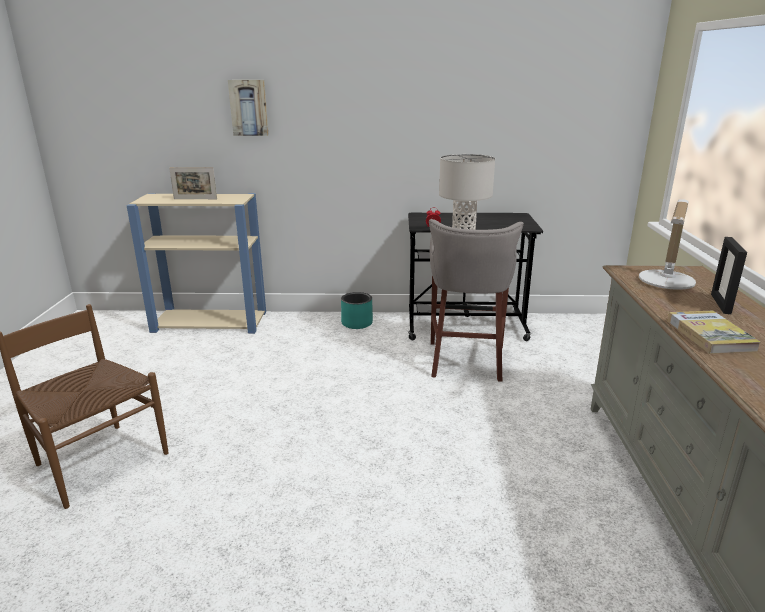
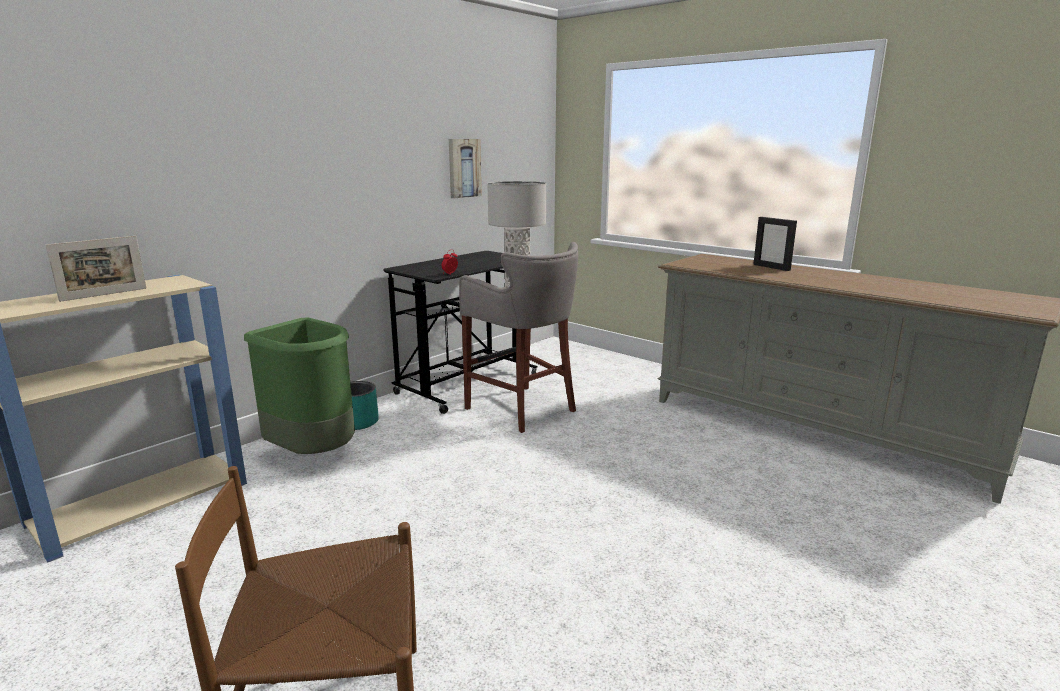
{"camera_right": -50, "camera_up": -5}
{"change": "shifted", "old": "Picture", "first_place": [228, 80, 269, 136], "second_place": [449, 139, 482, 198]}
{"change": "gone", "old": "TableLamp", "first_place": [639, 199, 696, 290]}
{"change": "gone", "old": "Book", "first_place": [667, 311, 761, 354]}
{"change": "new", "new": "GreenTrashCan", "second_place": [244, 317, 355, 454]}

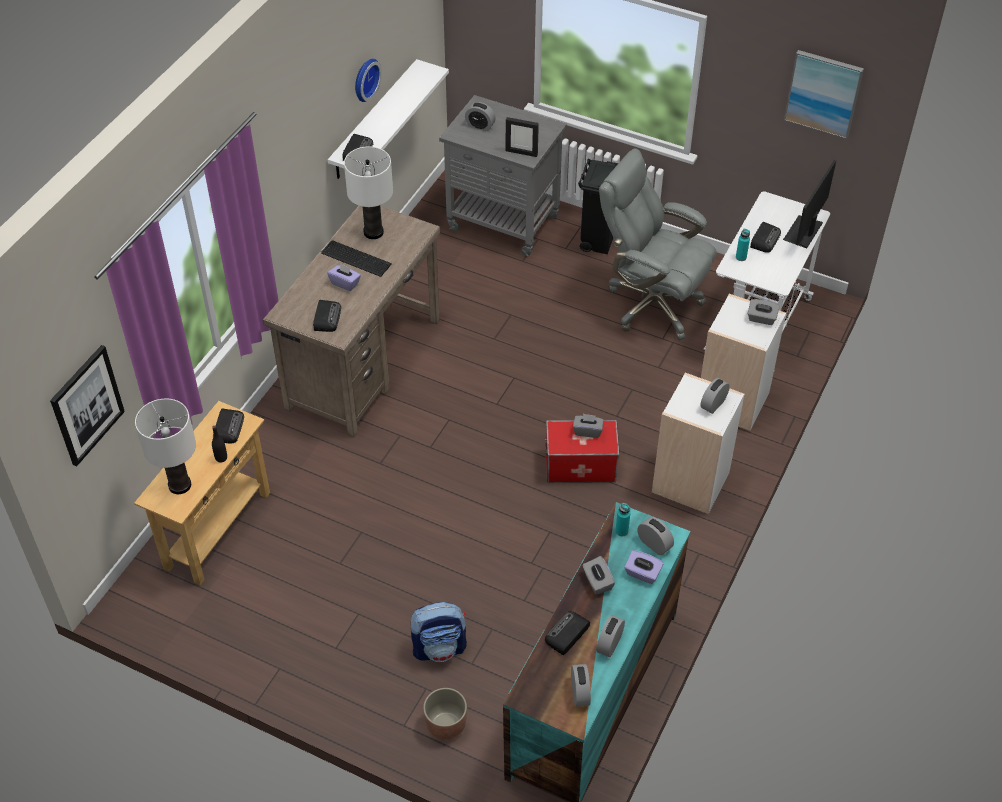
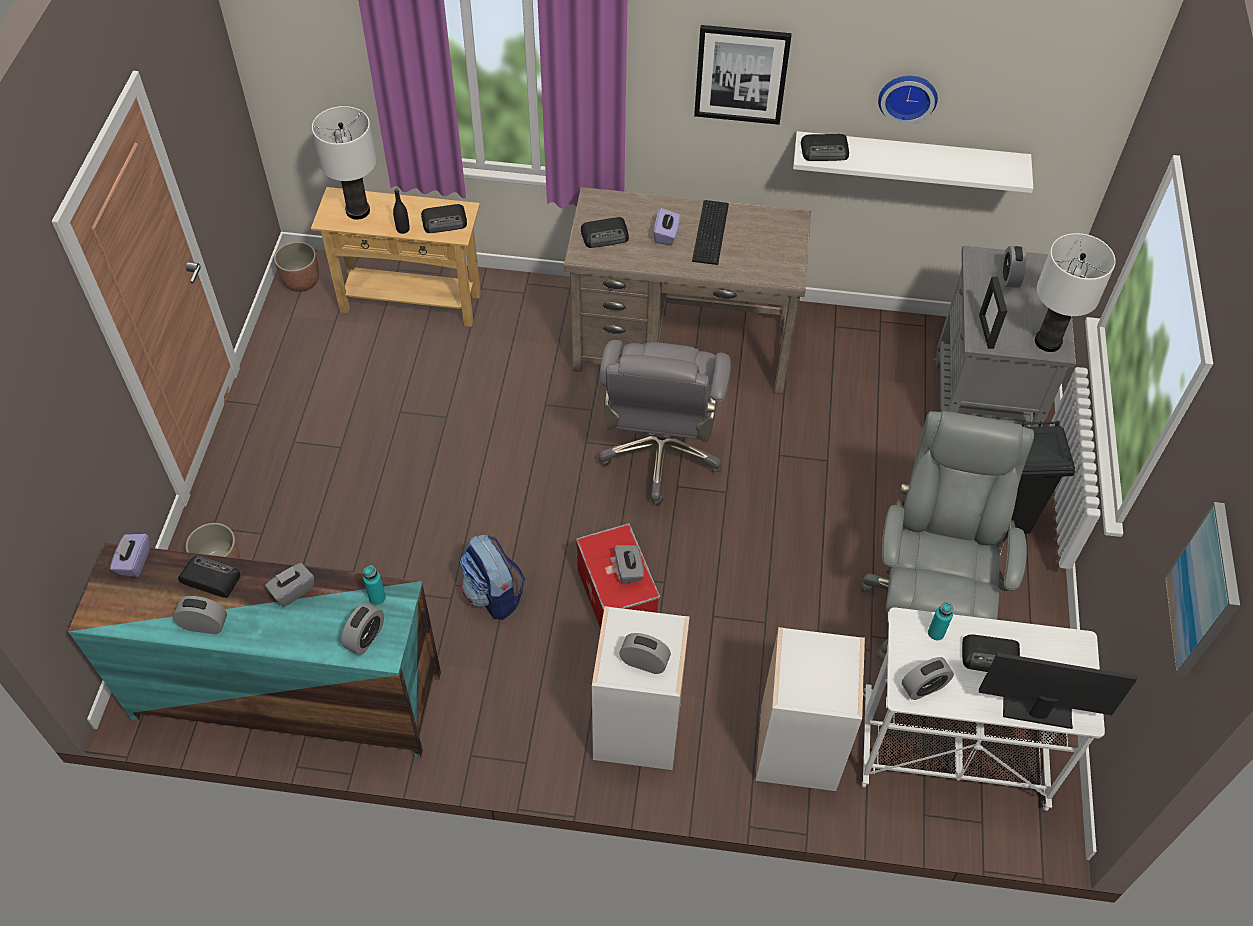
{"camera_right": 70, "camera_up": 5}
{"change": "shifted", "old": "WhiteTableLamp", "first_place": [344, 146, 393, 239], "second_place": [1035, 233, 1116, 352]}
{"change": "gone", "old": "GreyTissueBox", "first_place": [748, 299, 780, 325]}
{"change": "shifted", "old": "Picture", "first_place": [50, 345, 125, 466], "second_place": [694, 25, 792, 125]}
{"change": "shifted", "old": "PurpleTissueBox", "first_place": [624, 550, 664, 584], "second_place": [110, 534, 150, 577]}
{"change": "shifted", "old": "Backpack", "first_place": [411, 602, 467, 662], "second_place": [460, 535, 525, 620]}
{"change": "shifted", "old": "AlarmClock", "first_place": [571, 664, 591, 707], "second_place": [902, 657, 954, 700]}
{"change": "new", "new": "Planter", "second_place": [274, 242, 319, 292]}
{"change": "new", "new": "GreyOfficeChair", "second_place": [599, 340, 731, 506]}

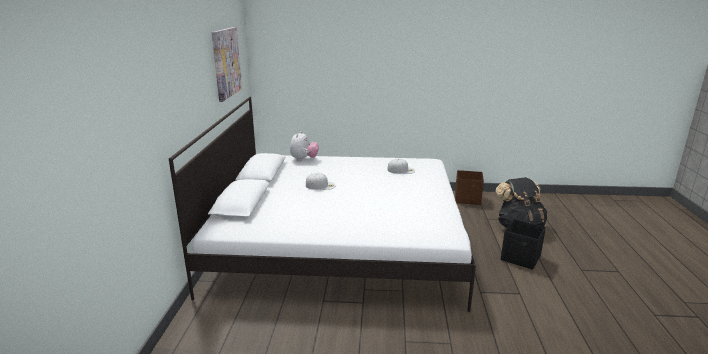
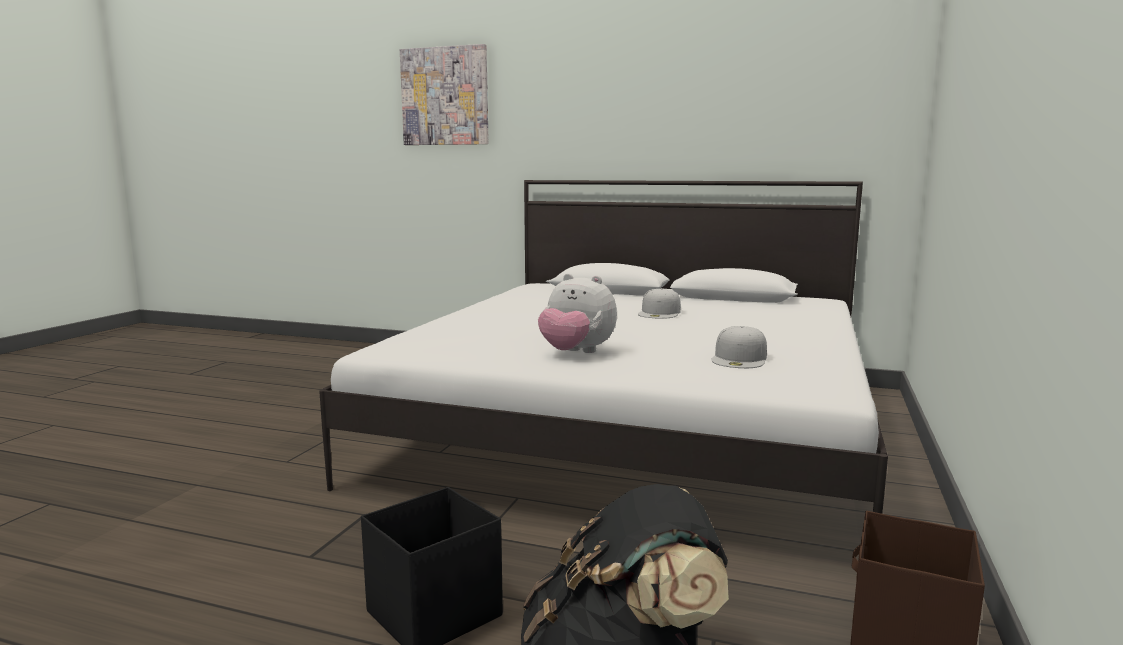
{"camera_right": 105, "camera_up": -10}
{"change": "shifted", "old": "Picture", "first_place": [212, 27, 242, 102], "second_place": [400, 44, 489, 145]}
{"change": "shifted", "old": "PlushToy", "first_place": [290, 131, 319, 161], "second_place": [538, 273, 617, 353]}

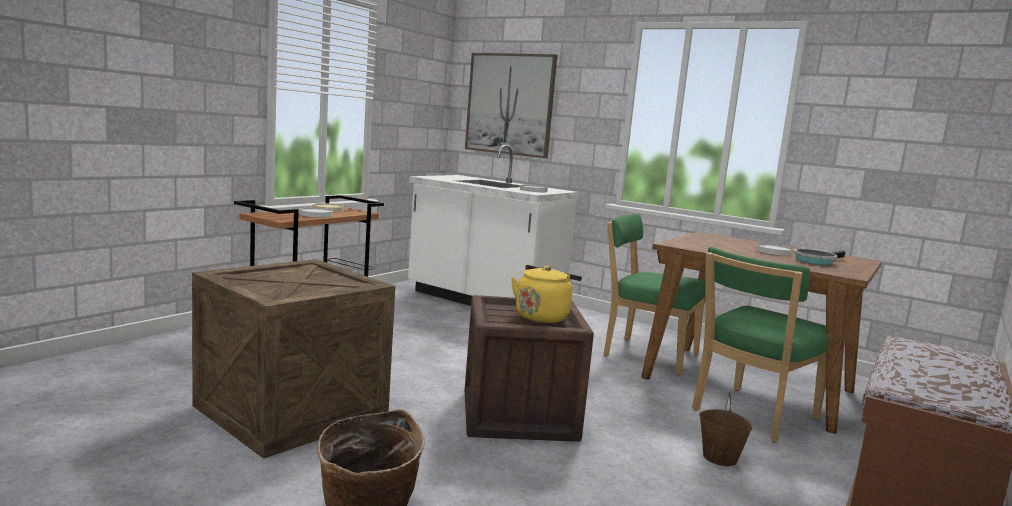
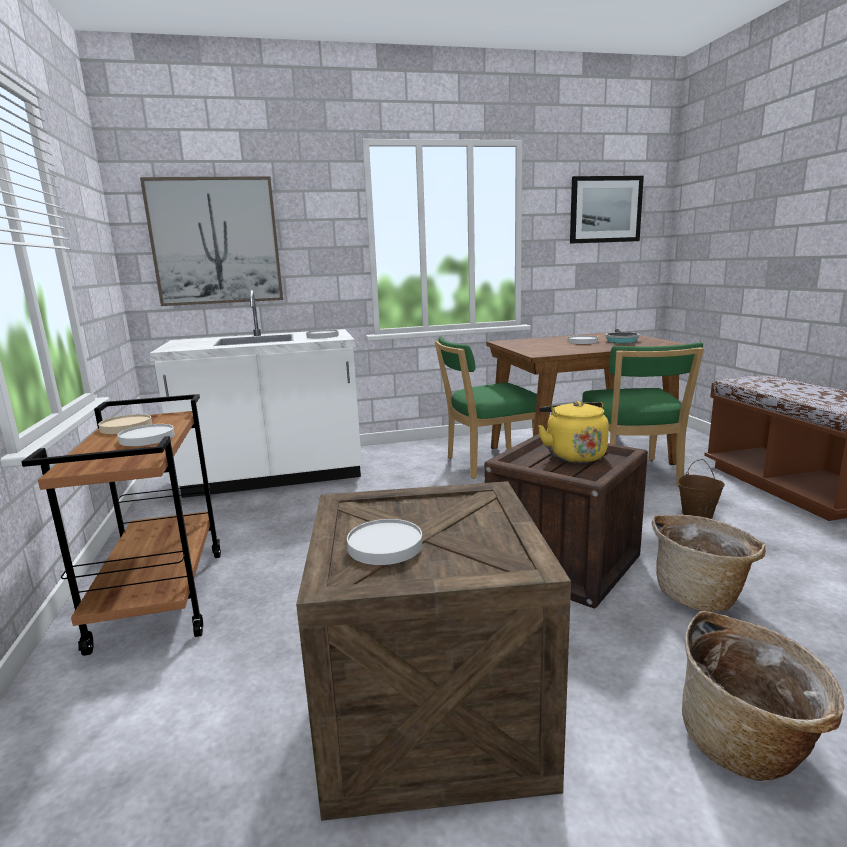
{"camera_right": -45, "camera_up": 5}
{"change": "new", "new": "Picture", "second_place": [570, 176, 644, 244]}
{"change": "new", "new": "Basket", "second_place": [652, 515, 766, 612]}
{"change": "new", "new": "WhitePlate", "second_place": [347, 519, 423, 565]}

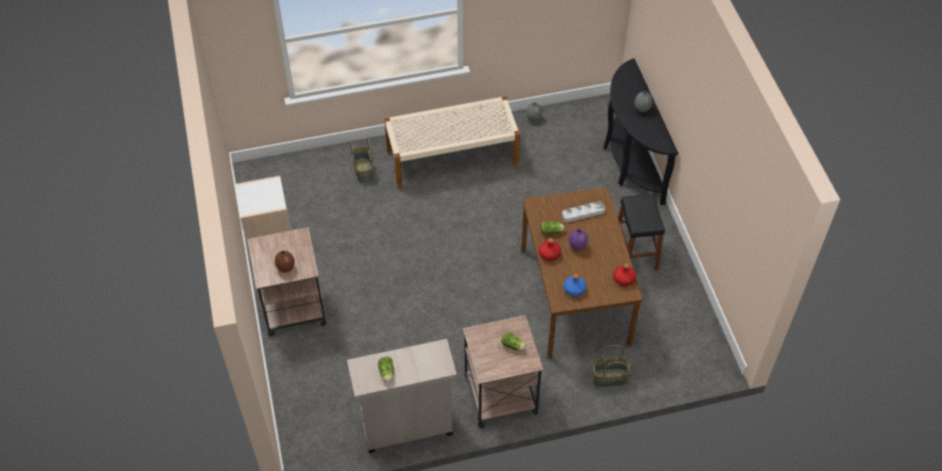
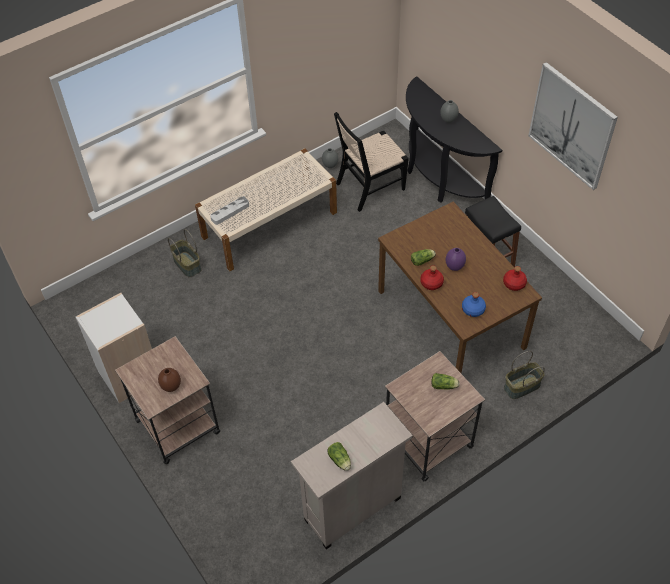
{"camera_right": -20, "camera_up": 0}
{"change": "shifted", "old": "GreyTray", "first_place": [562, 201, 605, 222], "second_place": [210, 196, 249, 225]}
{"change": "new", "new": "Picture", "second_place": [528, 62, 618, 190]}
{"change": "new", "new": "Chair", "second_place": [334, 112, 409, 212]}

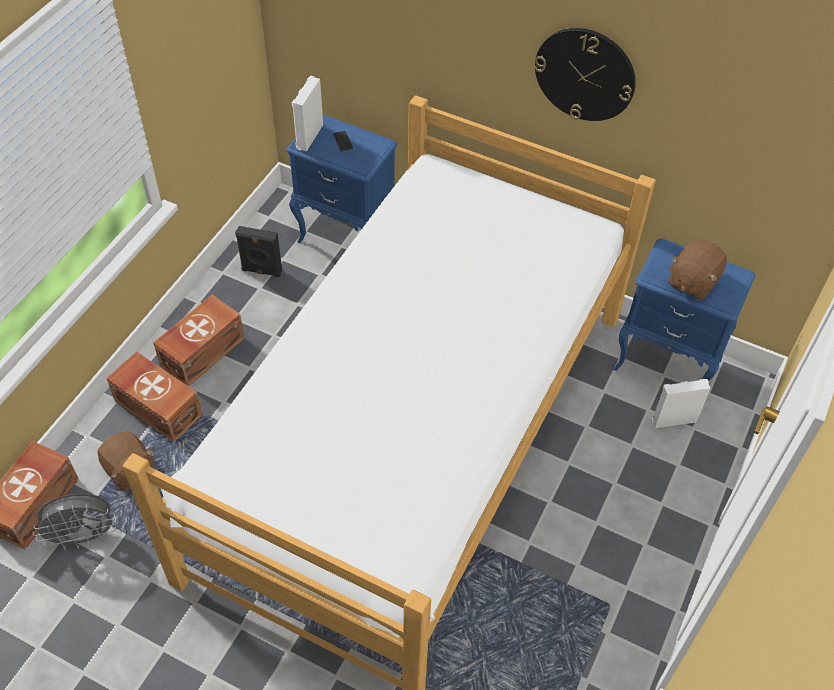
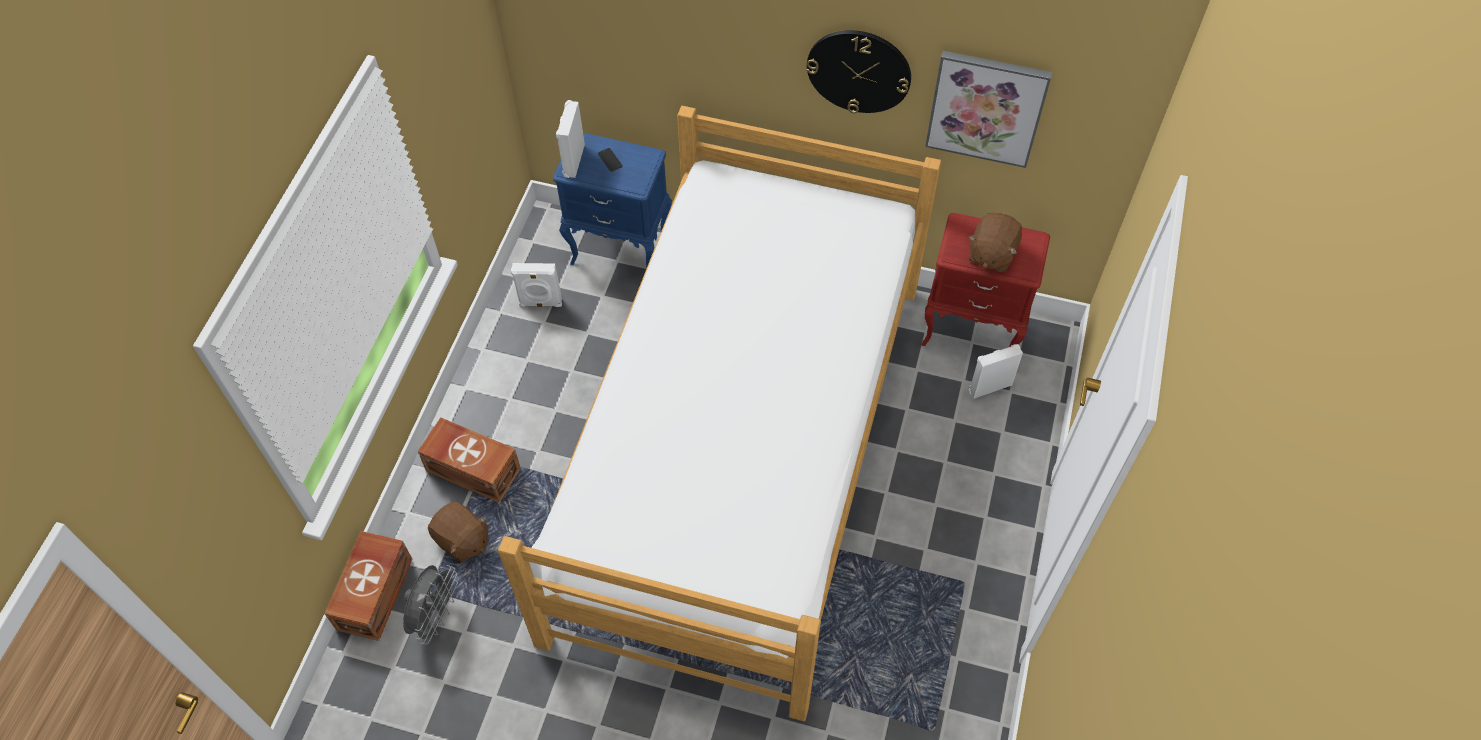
{"camera_right": -10, "camera_up": 5}
{"change": "repainted", "old": "BlackSpeaker", "new": "WhiteSpeaker", "first_place": [235, 226, 282, 277], "second_place": [511, 263, 562, 307]}
{"change": "repainted", "old": "BlueNightstand", "new": "RedNightstand", "first_place": [613, 238, 755, 381], "second_place": [921, 213, 1050, 347]}
{"change": "gone", "old": "BrownStorageBox", "first_place": [153, 295, 245, 386]}
{"change": "rotated", "old": "GreyFan", "first_place": [33, 494, 118, 550], "second_place": [403, 565, 458, 645], "degrees": -45}
{"change": "new", "new": "Picture", "second_place": [925, 51, 1052, 168]}

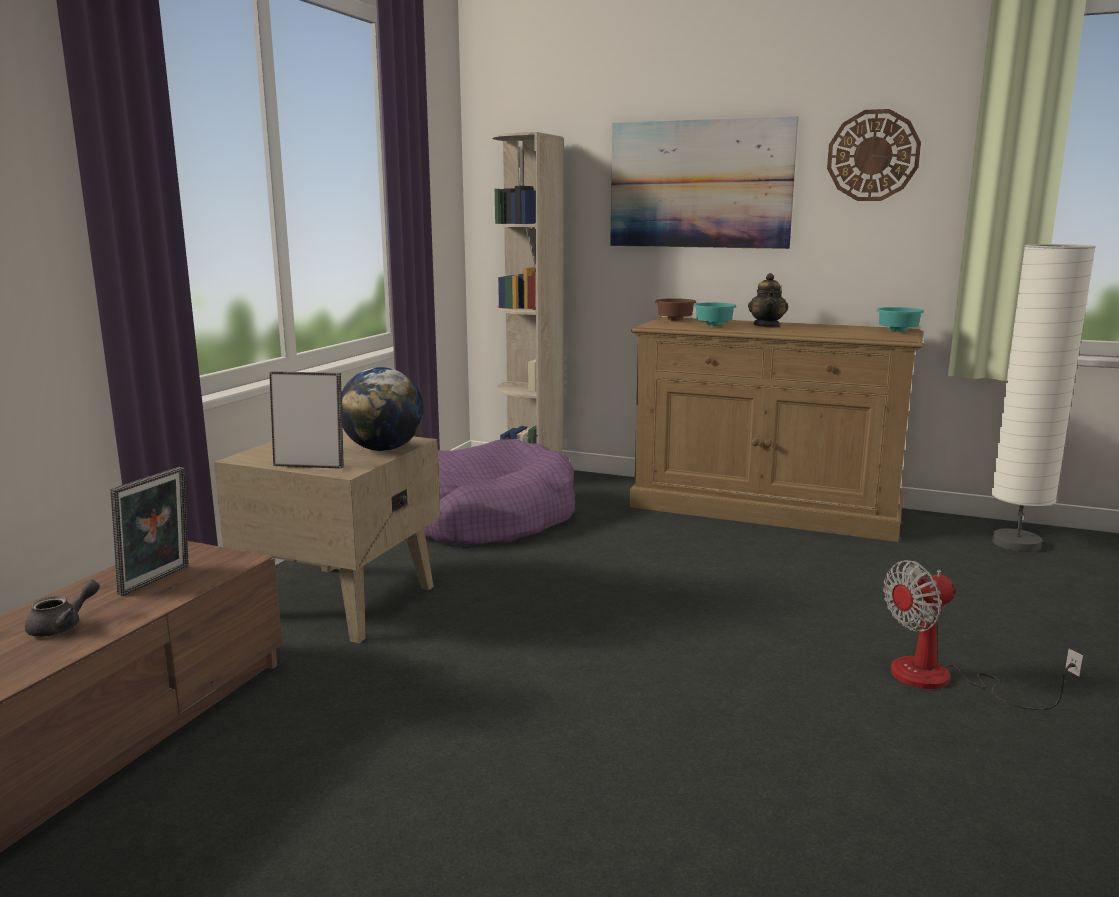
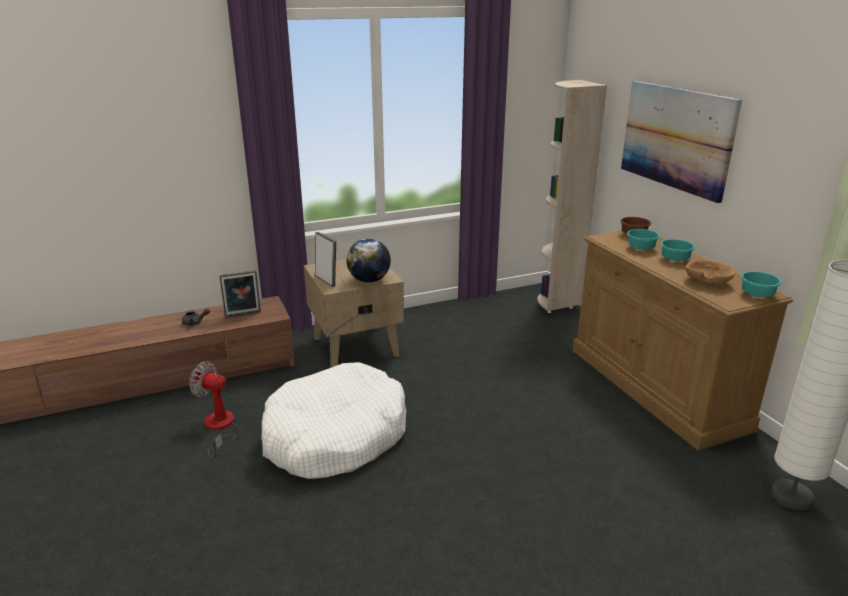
{"camera_right": 45, "camera_up": 10}
{"change": "gone", "old": "WallClock", "first_place": [827, 109, 921, 201]}
{"change": "swapped", "old": "Teapot", "new": "TurquoiseBowl", "first_place": [748, 273, 788, 328], "second_place": [660, 239, 695, 261]}
{"change": "gone", "old": "PurpleDogBed", "first_place": [424, 439, 575, 546]}
{"change": "shifted", "old": "Fan", "first_place": [883, 560, 1083, 710], "second_place": [189, 361, 237, 459]}
{"change": "new", "new": "BrownBowl", "second_place": [685, 259, 736, 285]}
{"change": "new", "new": "WhiteDogBed", "second_place": [262, 362, 406, 479]}

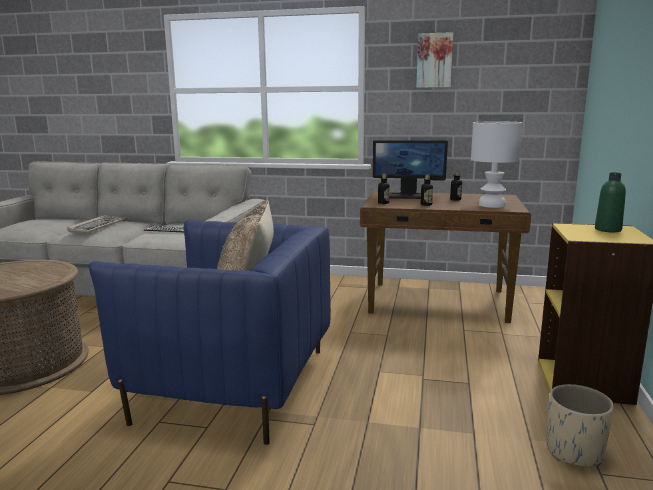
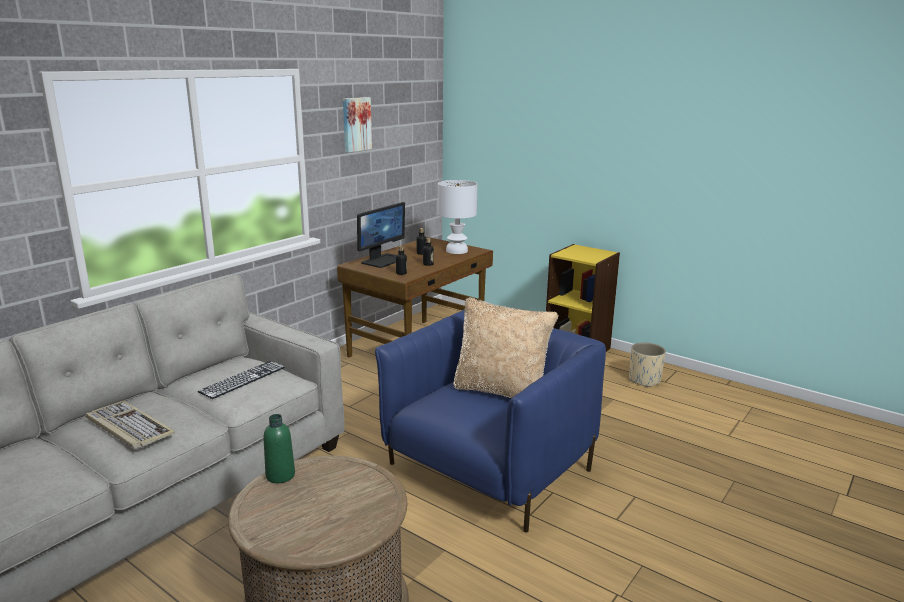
{"camera_right": -65, "camera_up": 5}
{"change": "shifted", "old": "GreenBottle", "first_place": [595, 172, 626, 232], "second_place": [263, 414, 295, 483]}

